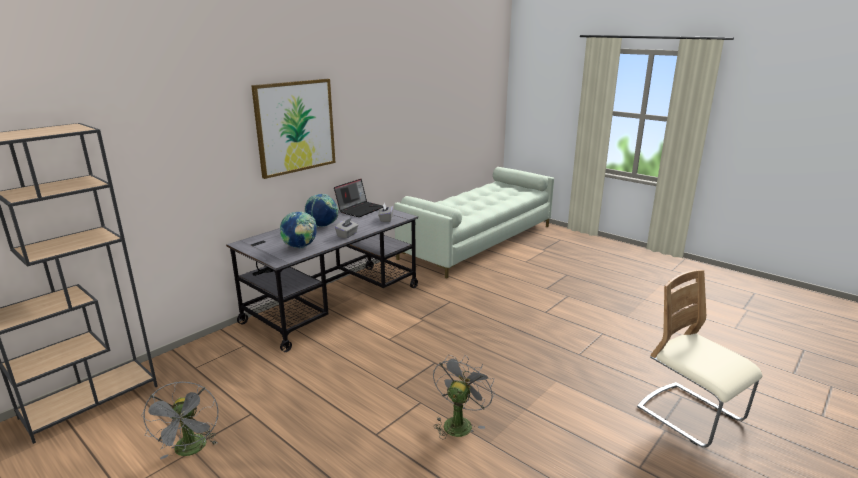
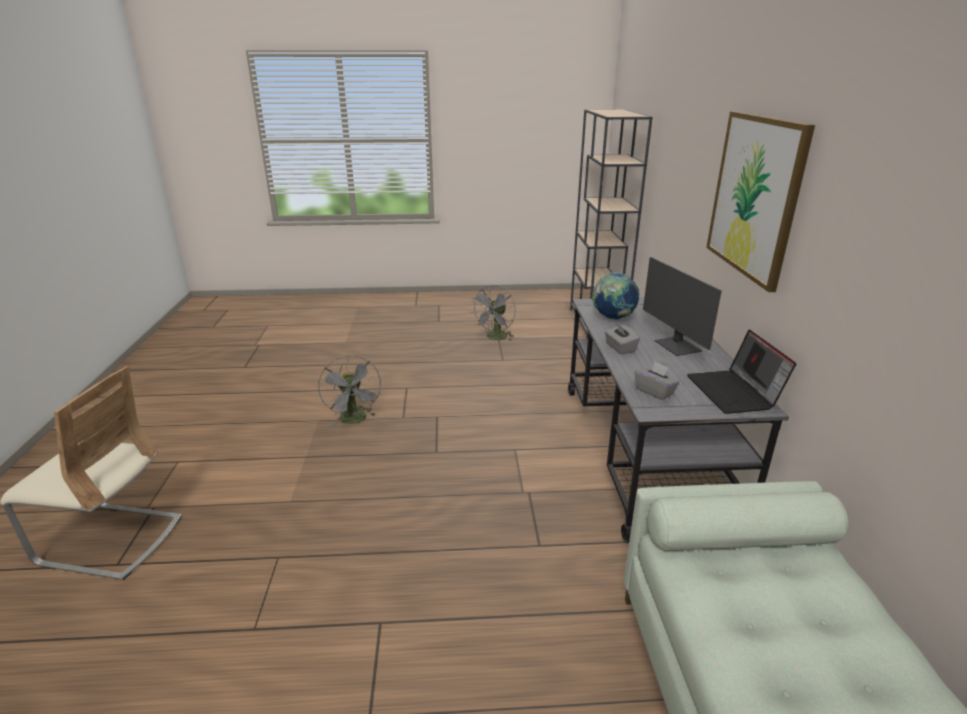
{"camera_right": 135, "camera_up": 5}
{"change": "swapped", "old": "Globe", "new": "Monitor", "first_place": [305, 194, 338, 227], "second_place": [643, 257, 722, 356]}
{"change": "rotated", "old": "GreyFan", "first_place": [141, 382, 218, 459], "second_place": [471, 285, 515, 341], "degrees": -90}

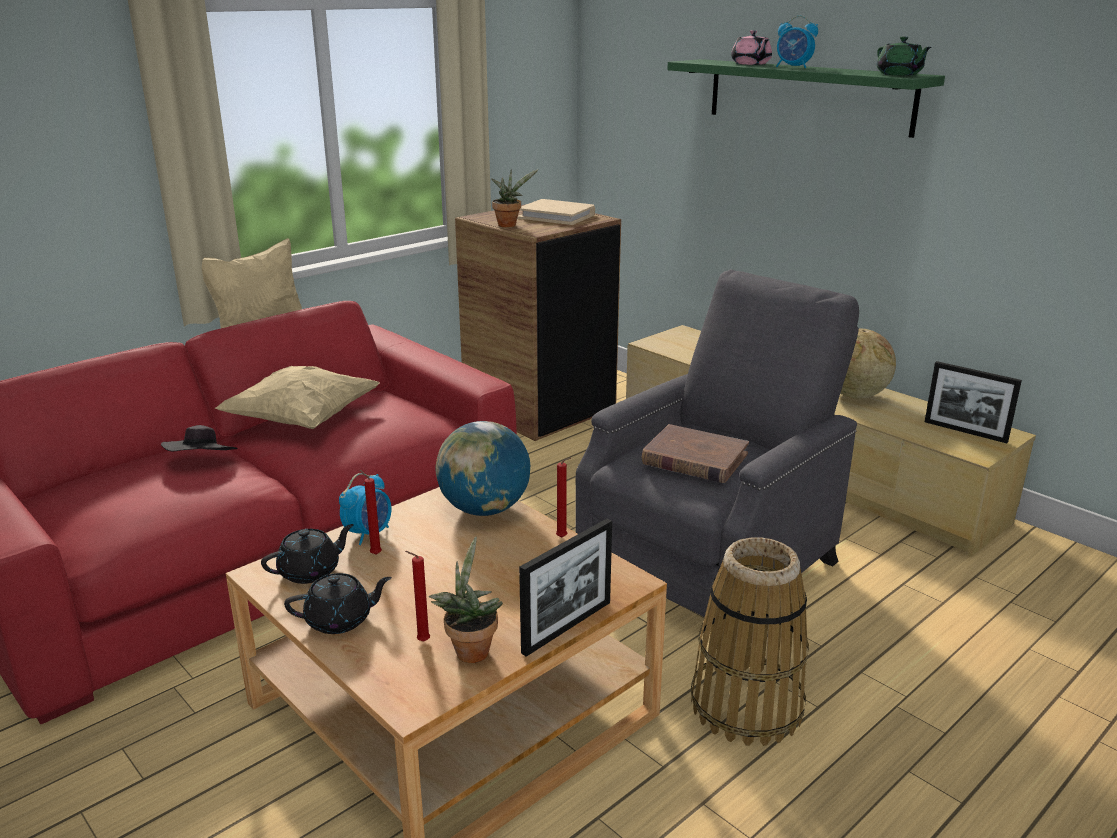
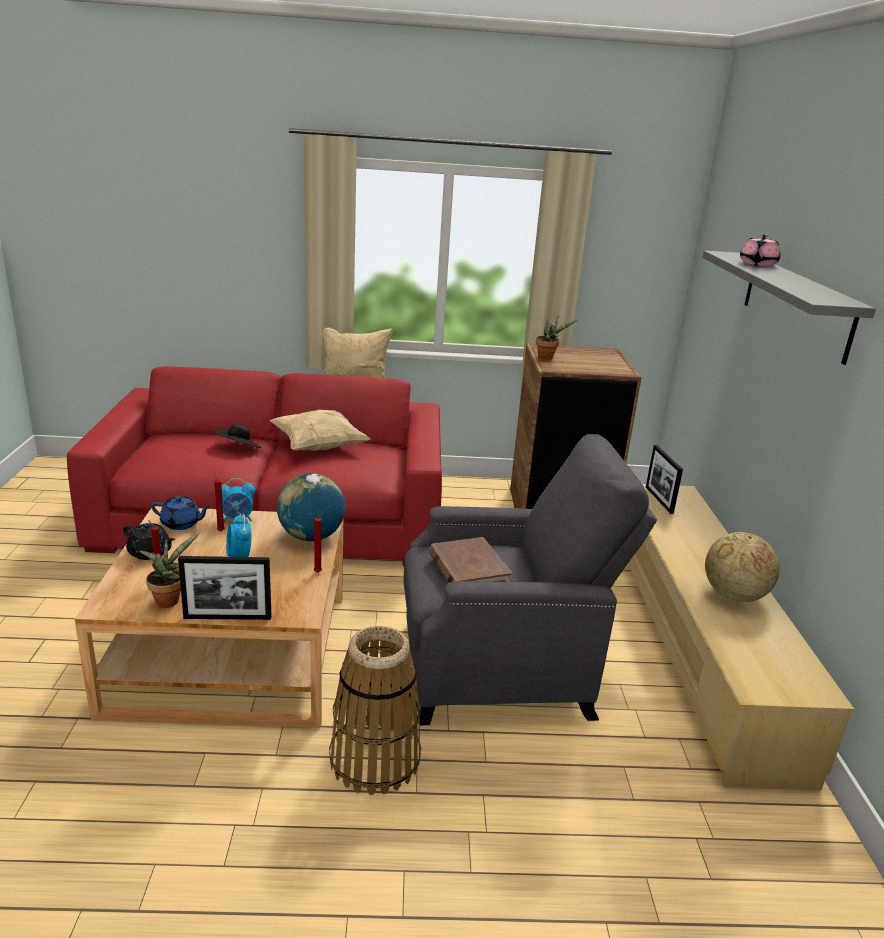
{"camera_right": 40, "camera_up": 0}
{"change": "shifted", "old": "AlarmClock", "first_place": [776, 16, 818, 68], "second_place": [226, 514, 251, 557]}
{"change": "gone", "old": "GreenTeapot", "first_place": [877, 36, 931, 76]}
{"change": "repainted", "old": "GreenShelf", "new": "GreyShelf", "first_place": [667, 59, 945, 138], "second_place": [702, 251, 876, 365]}
{"change": "gone", "old": "BeigeBook", "first_place": [518, 199, 595, 225]}
{"change": "shifted", "old": "PictureFrame", "first_place": [925, 361, 1022, 443], "second_place": [646, 445, 683, 514]}
{"change": "repainted", "old": "BlackTeapot", "new": "BlueTeapot", "first_place": [261, 524, 354, 584], "second_place": [151, 496, 211, 530]}

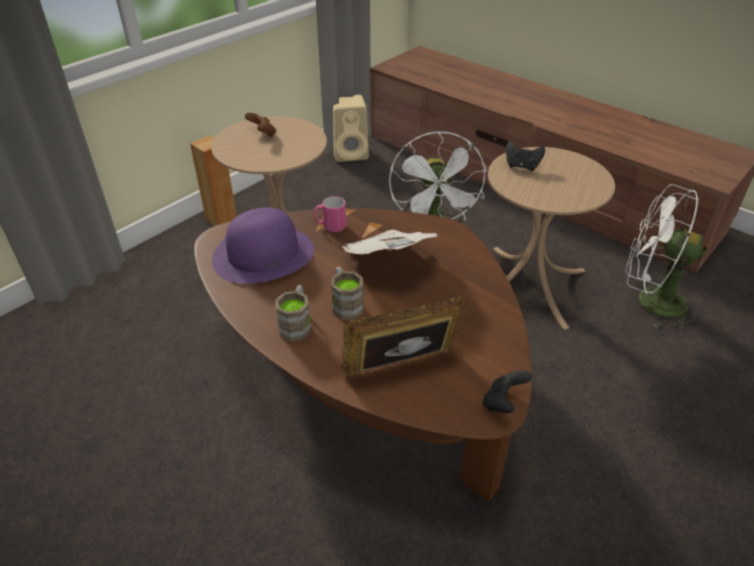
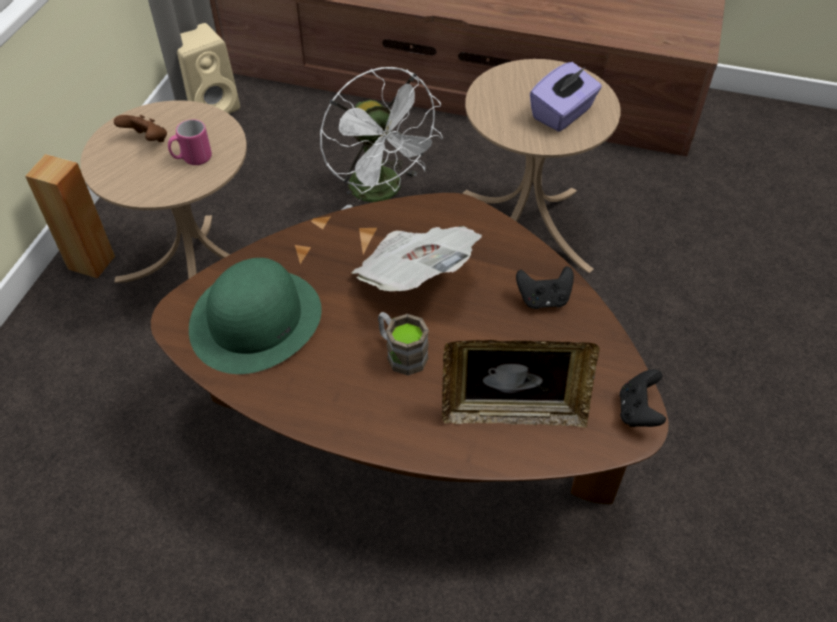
{"camera_right": -25, "camera_up": 10}
{"change": "shifted", "old": "BlackGameController", "first_place": [506, 141, 545, 171], "second_place": [516, 266, 574, 309]}
{"change": "gone", "old": "WhiteFan", "first_place": [625, 184, 708, 330]}
{"change": "shifted", "old": "PinkMug", "first_place": [314, 196, 346, 232], "second_place": [168, 119, 212, 165]}
{"change": "repainted", "old": "PurpleHat", "new": "GreenHat", "first_place": [212, 208, 314, 284], "second_place": [189, 258, 322, 374]}
{"change": "gone", "old": "BrownMug", "first_place": [275, 285, 312, 342]}
{"change": "rotated", "old": "PictureFrame", "first_place": [341, 295, 465, 376], "second_place": [442, 340, 600, 428], "degrees": -135}
{"change": "new", "new": "PurpleTissueBox", "second_place": [530, 62, 602, 132]}

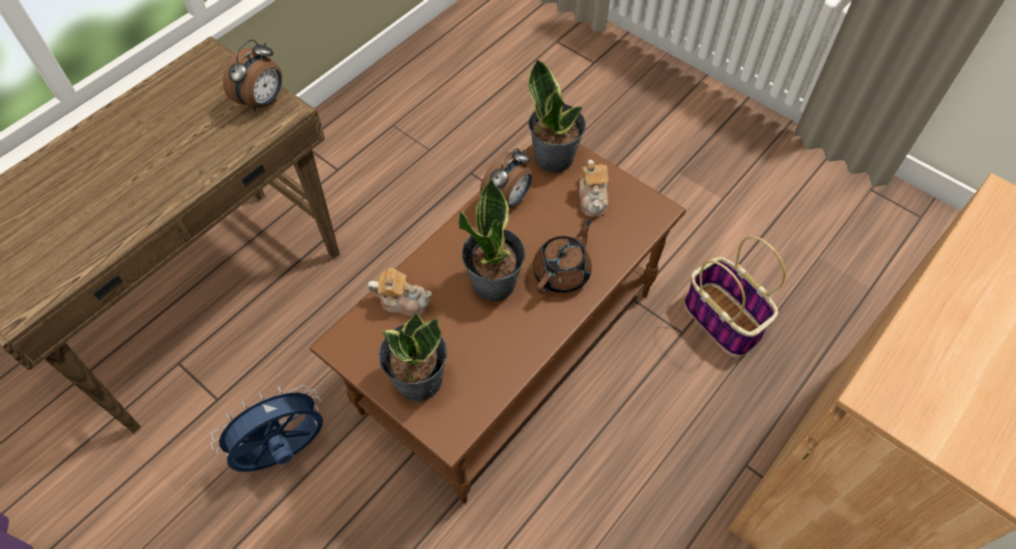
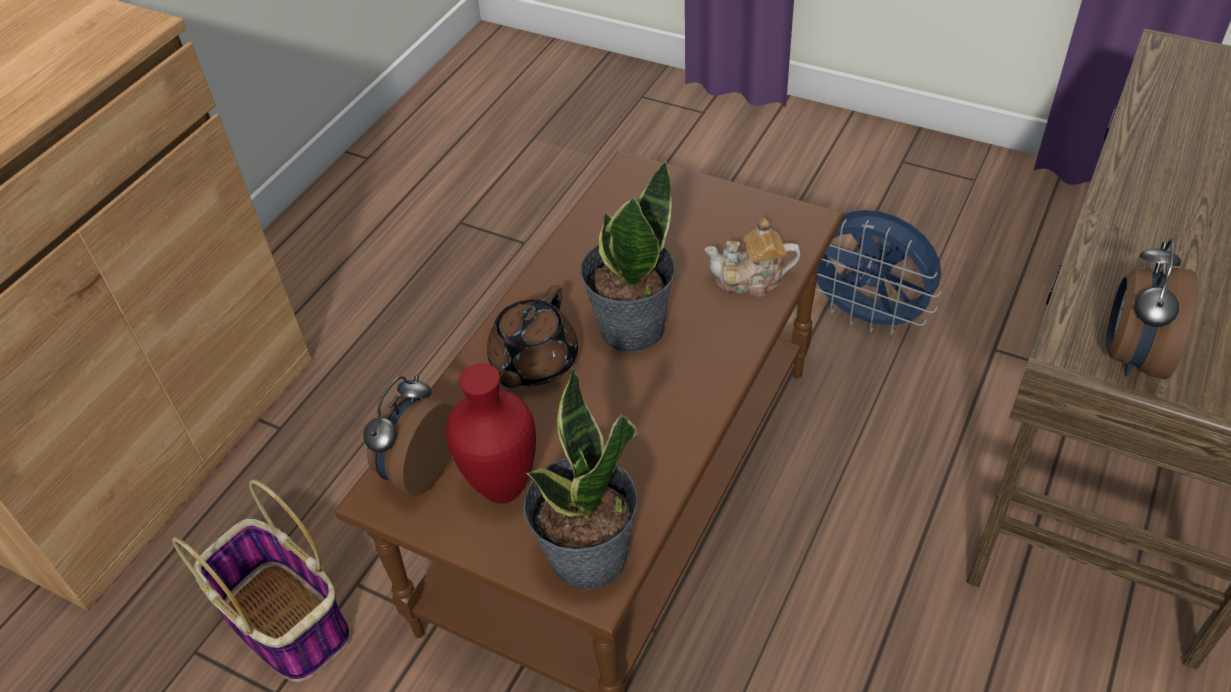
{"camera_right": 170, "camera_up": -10}
{"change": "shifted", "old": "AlarmClock", "first_place": [480, 148, 532, 208], "second_place": [363, 374, 454, 496]}
{"change": "swapped", "old": "Teapot", "new": "RedVase", "first_place": [579, 160, 609, 217], "second_place": [446, 363, 536, 504]}
{"change": "gone", "old": "PottedPlant", "first_place": [378, 312, 447, 402]}
{"change": "rotated", "old": "BlueFan", "first_place": [211, 385, 323, 472], "second_place": [815, 210, 941, 335], "degrees": 75}

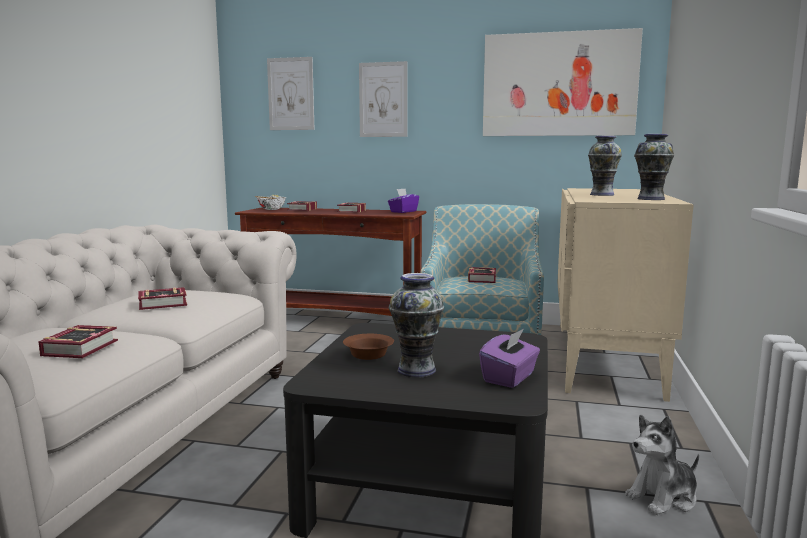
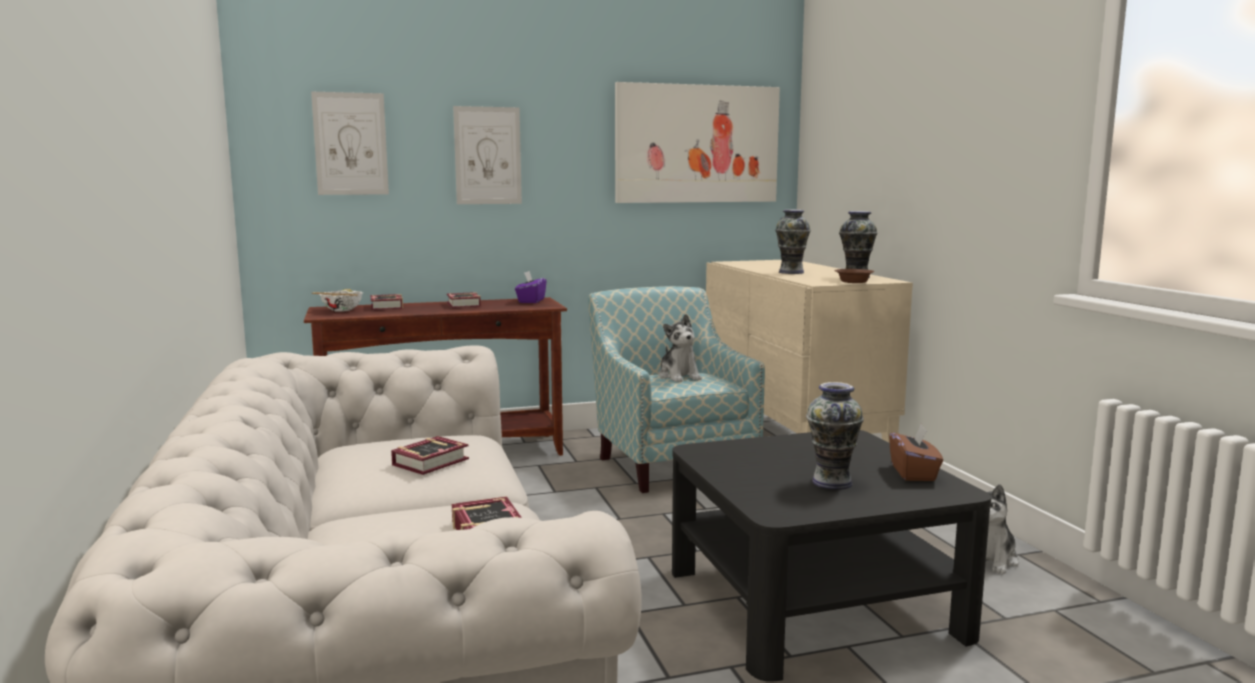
{"camera_right": -30, "camera_up": 0}
{"change": "swapped", "old": "Book", "new": "PlushToy", "first_place": [468, 267, 496, 283], "second_place": [659, 314, 702, 382]}
{"change": "repainted", "old": "PurpleTissueBox", "new": "BrownTissueBox", "first_place": [479, 329, 540, 388], "second_place": [889, 425, 943, 481]}
{"change": "shifted", "old": "BrownBowl", "first_place": [343, 334, 394, 360], "second_place": [834, 269, 875, 283]}

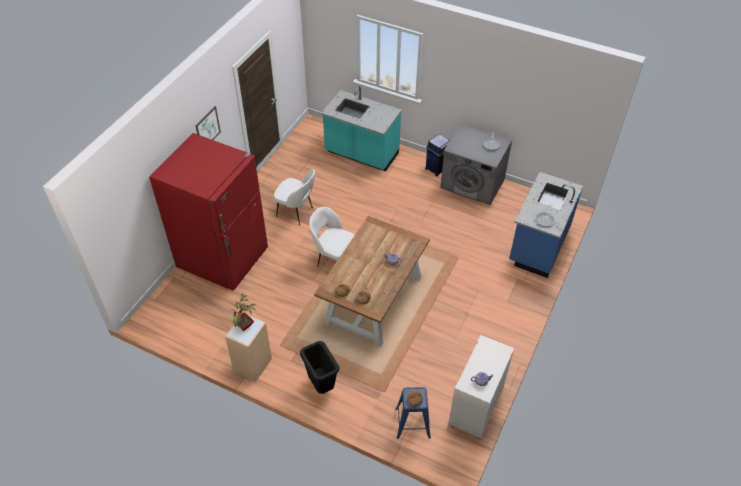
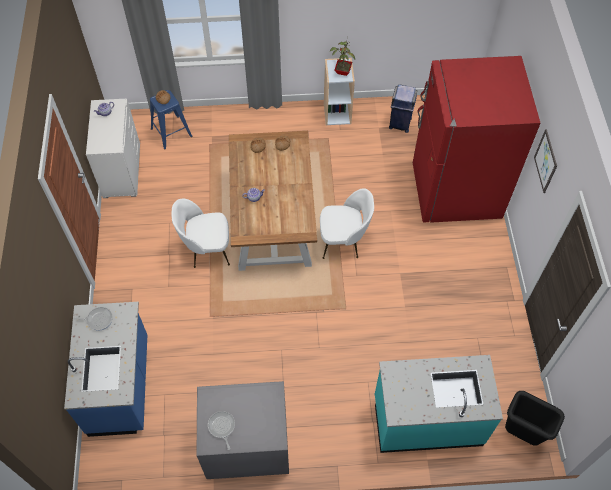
{"camera_right": 150, "camera_up": 10}
{"change": "shifted", "old": "BlueTrashCan", "first_place": [425, 134, 450, 177], "second_place": [389, 84, 417, 133]}
{"change": "shifted", "old": "WhiteChair", "first_place": [274, 170, 315, 225], "second_place": [172, 199, 230, 268]}
{"change": "shifted", "old": "BlackTrashCan", "first_place": [300, 341, 339, 394], "second_place": [505, 391, 565, 446]}

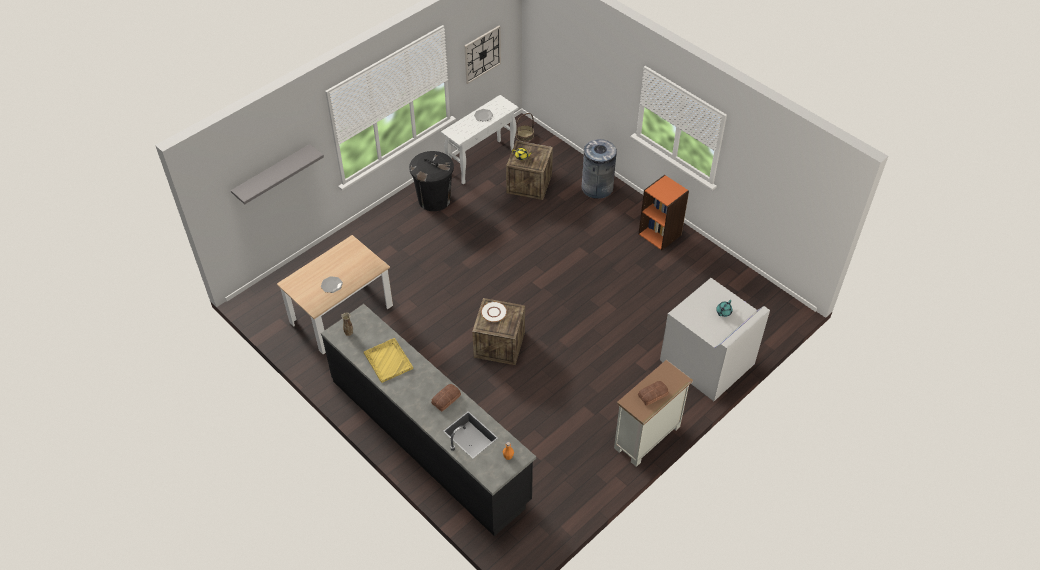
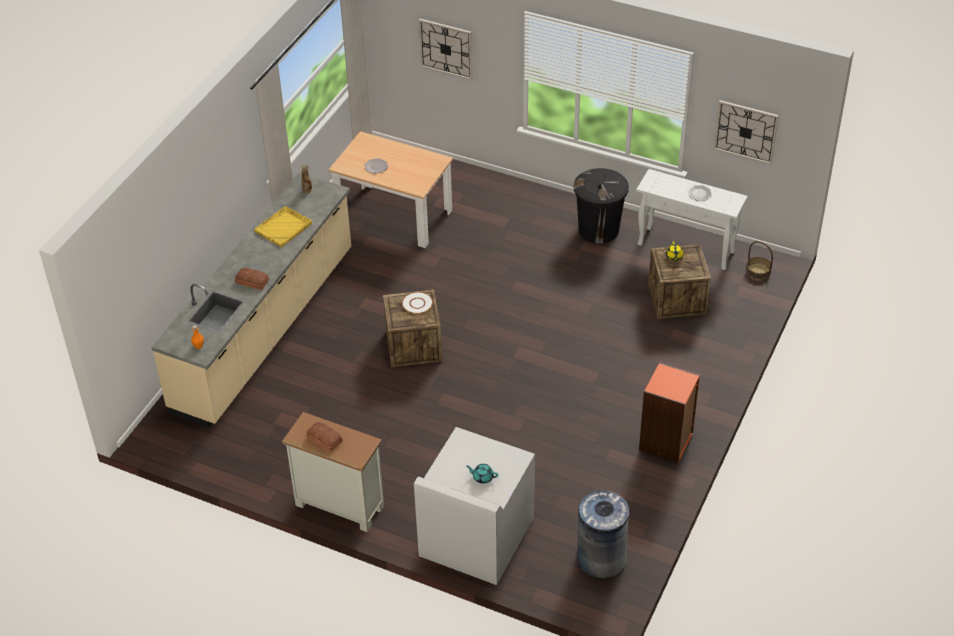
{"camera_right": 70, "camera_up": -5}
{"change": "shifted", "old": "GreyTrashCan", "first_place": [582, 139, 617, 199], "second_place": [577, 491, 629, 578]}
{"change": "swapped", "old": "GreyShelf", "new": "WallClock", "first_place": [231, 144, 324, 205], "second_place": [418, 18, 473, 80]}
{"change": "repainted", "old": "BlackCounter", "new": "BeigeCounter", "first_place": [321, 304, 536, 536], "second_place": [151, 173, 351, 428]}

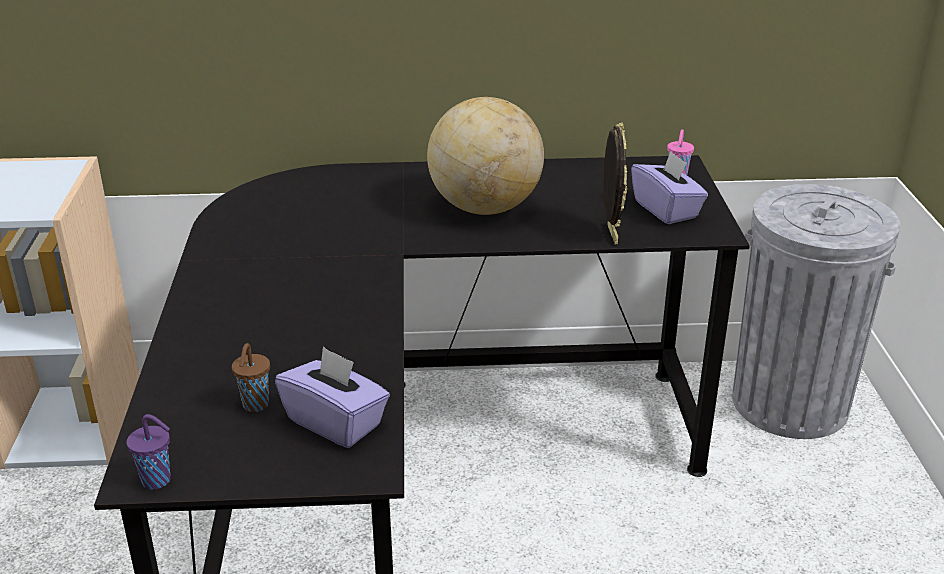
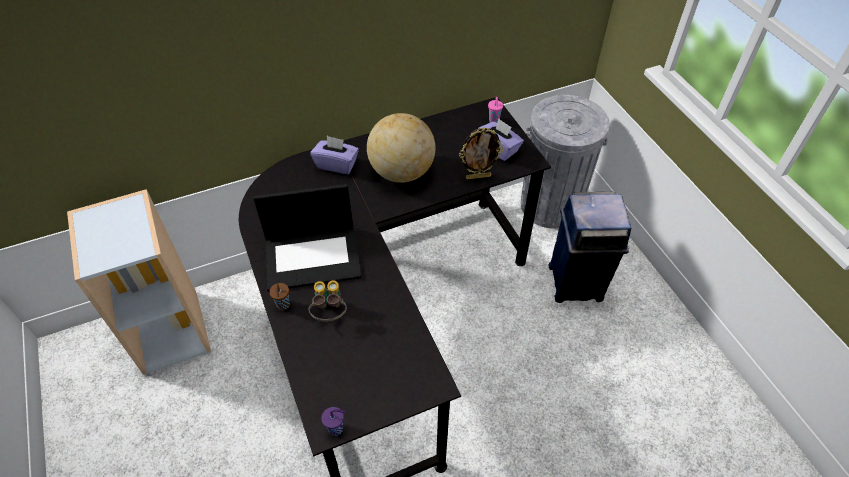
{"camera_right": -20, "camera_up": 20}
{"change": "rotated", "old": "PictureFrame", "first_place": [604, 122, 627, 244], "second_place": [459, 127, 504, 180], "degrees": 105}
{"change": "shifted", "old": "BrownCup", "first_place": [232, 343, 270, 412], "second_place": [269, 283, 290, 310]}
{"change": "shifted", "old": "PurpleTissueBox", "first_place": [275, 346, 390, 448], "second_place": [310, 136, 359, 174]}
{"change": "new", "new": "Laptop", "second_place": [253, 184, 361, 292]}
{"change": "new", "new": "BlueTrashCan", "second_place": [548, 192, 631, 303]}
{"change": "new", "new": "Binoculars", "second_place": [308, 280, 347, 321]}

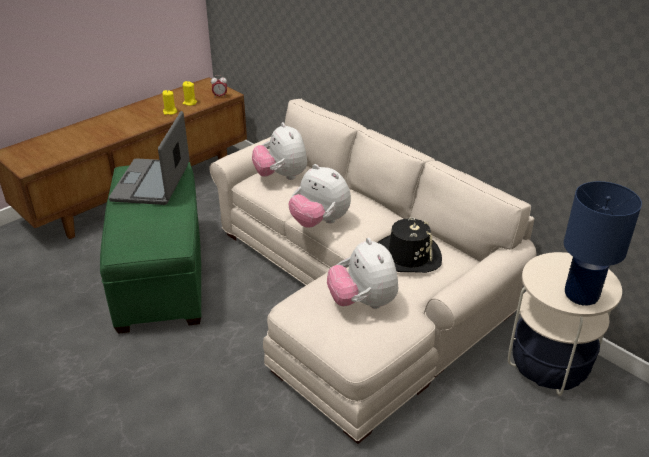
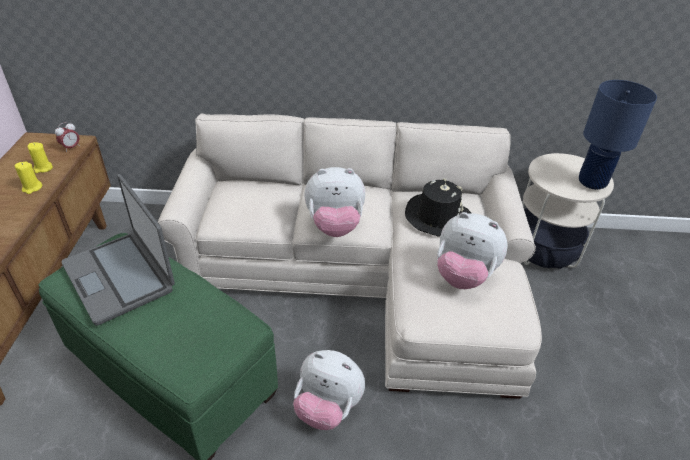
{"camera_right": -45, "camera_up": 5}
{"change": "shifted", "old": "PlushToy", "first_place": [252, 122, 307, 180], "second_place": [293, 350, 365, 430]}

